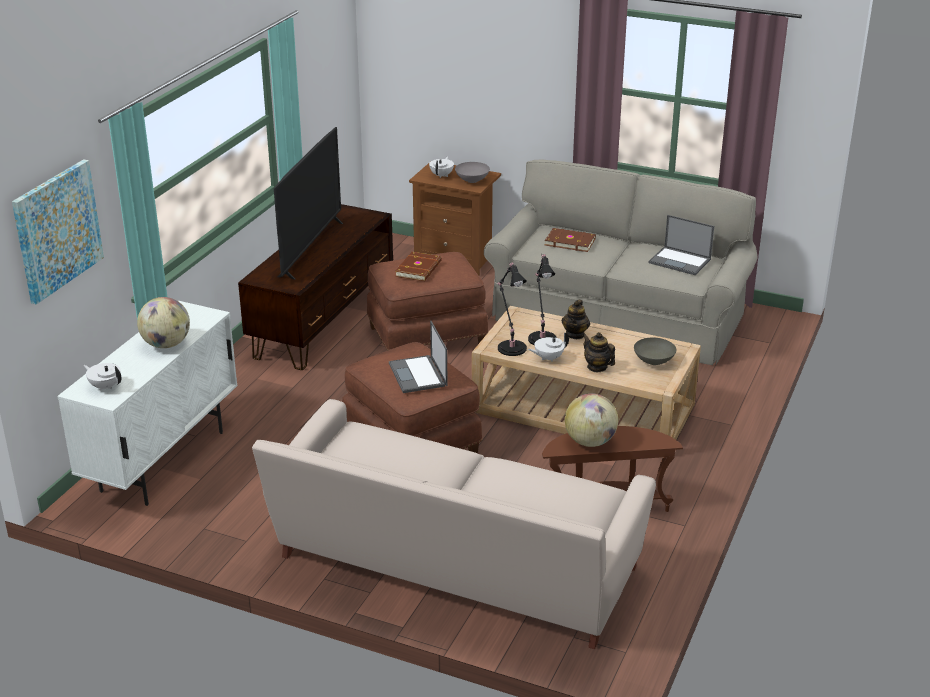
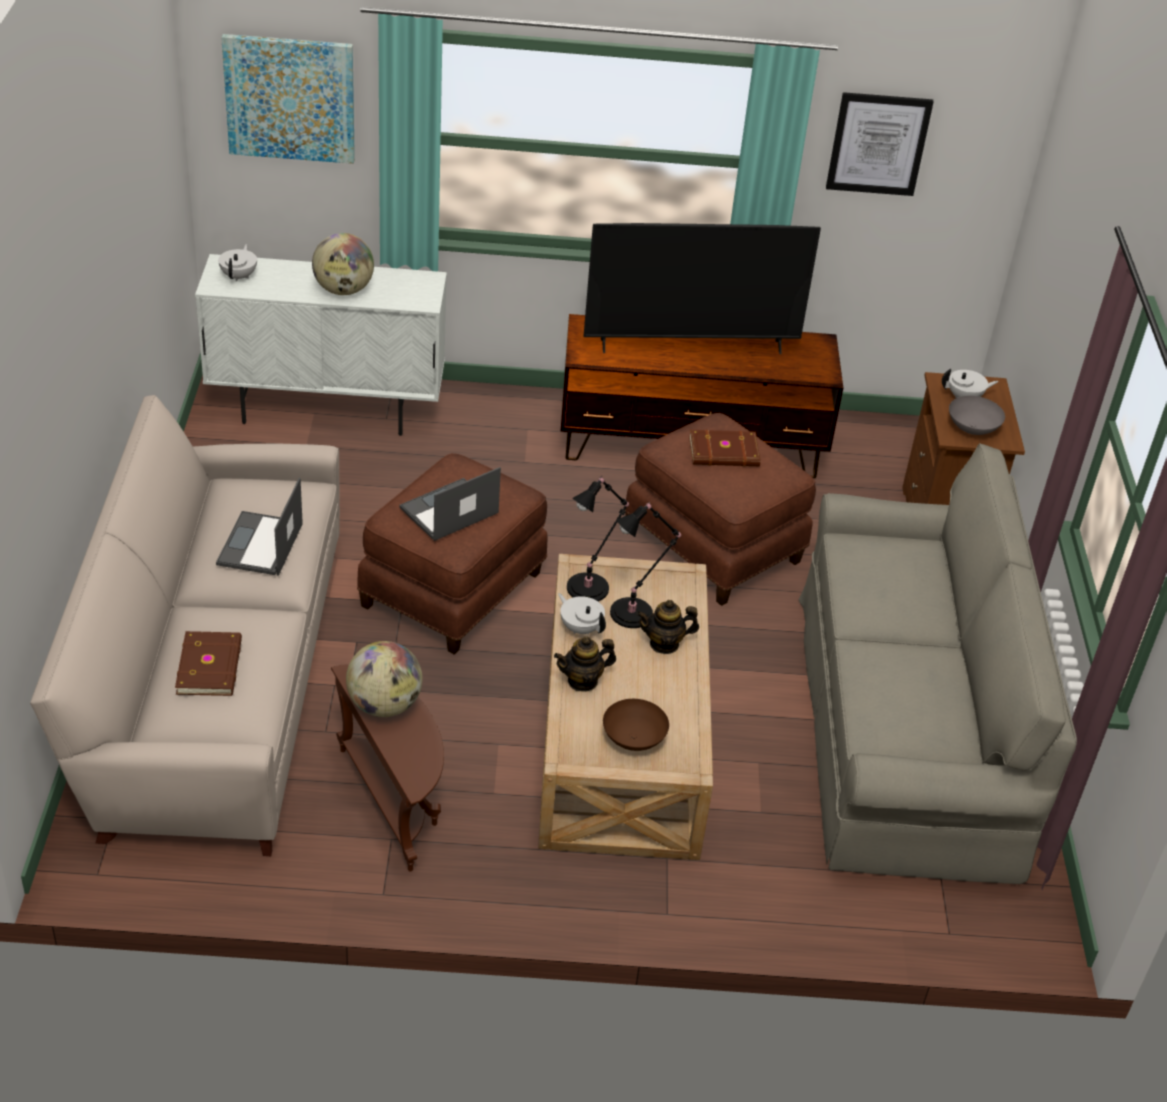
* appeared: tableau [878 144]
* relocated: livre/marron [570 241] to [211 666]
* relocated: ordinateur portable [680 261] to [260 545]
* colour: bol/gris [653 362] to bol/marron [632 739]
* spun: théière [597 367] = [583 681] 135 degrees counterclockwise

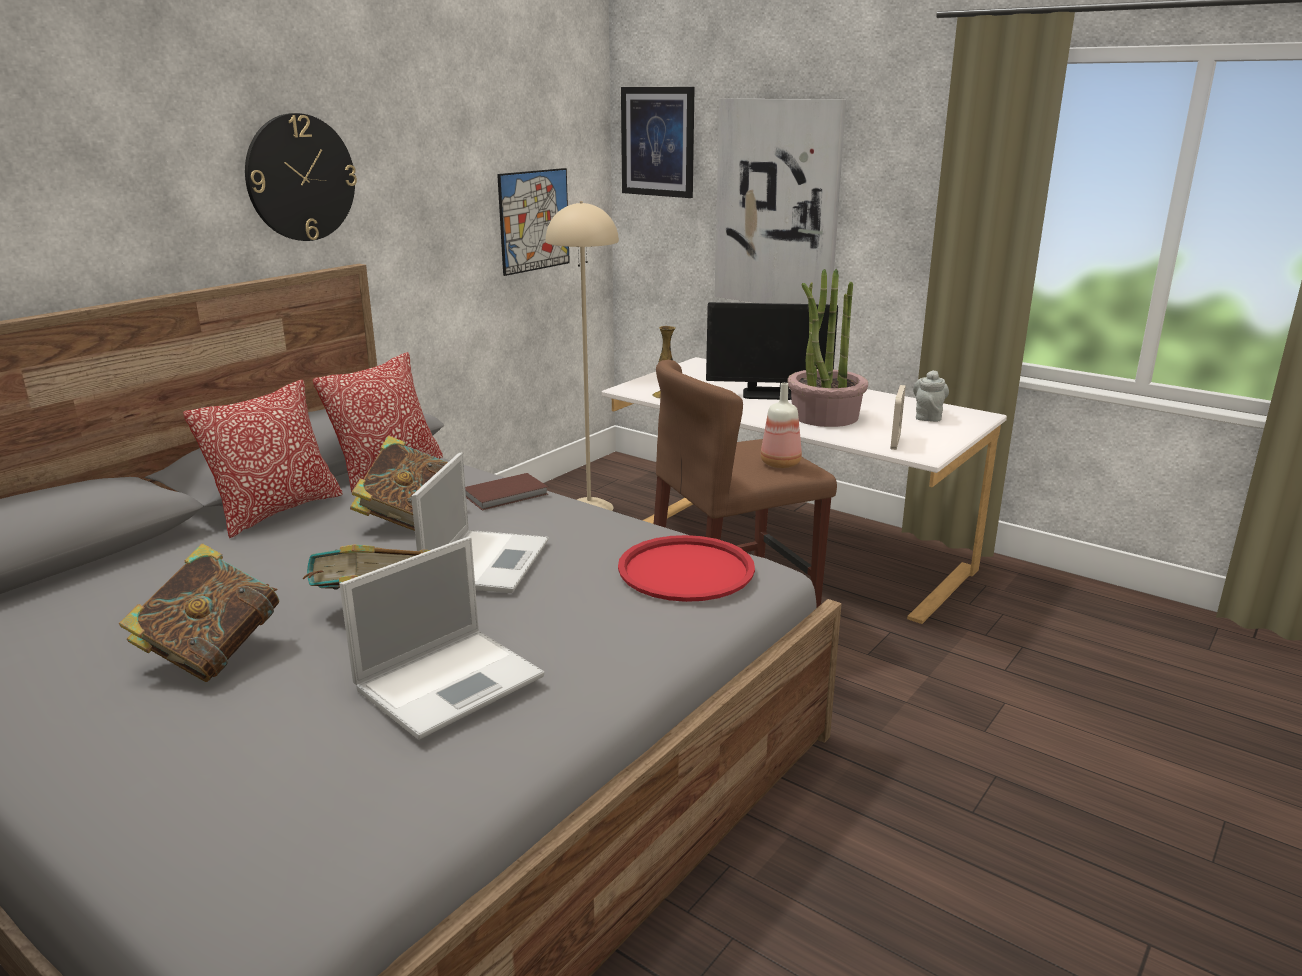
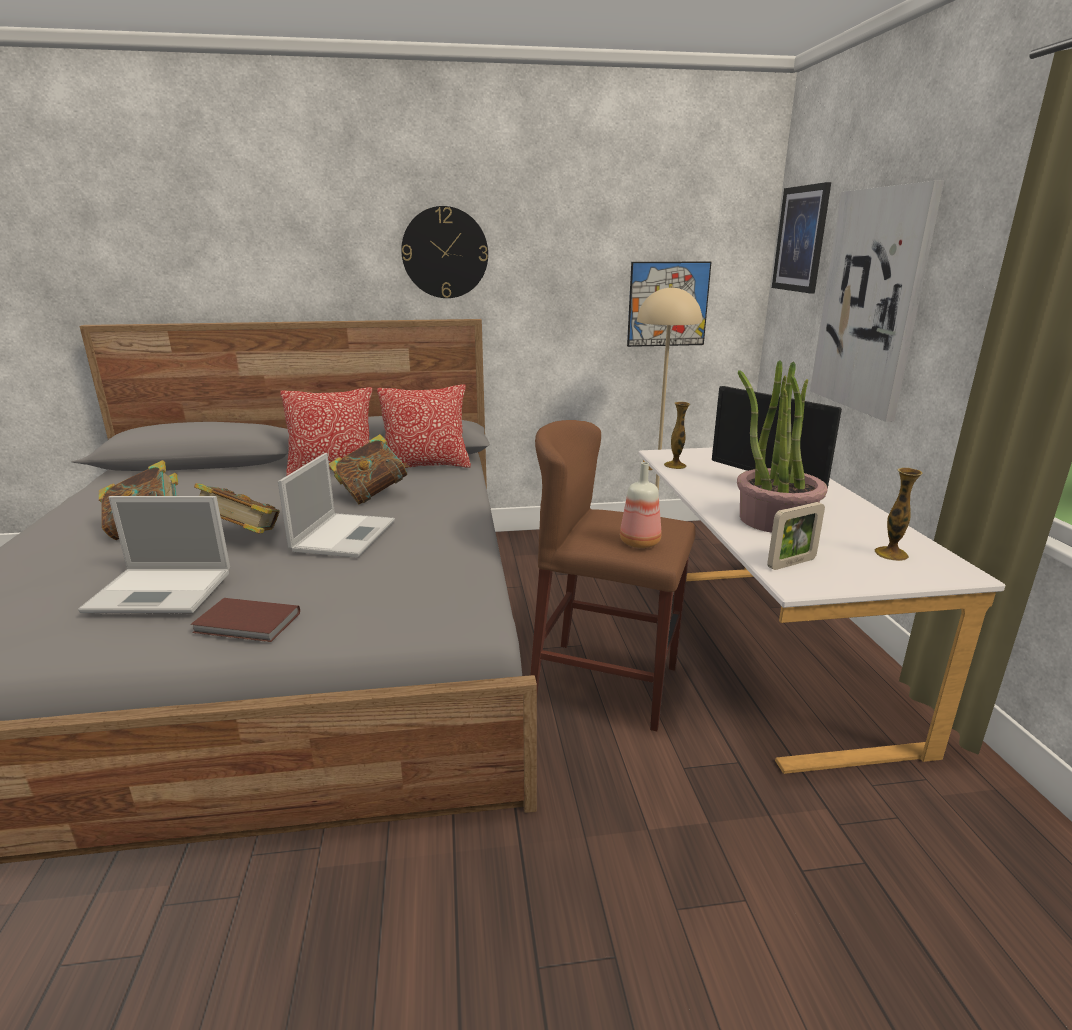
* missing: plateau/rouge [686 570]
* relocated: livre/marron [507 495] to [247 624]
* exchanged: théière/gris [928 416] to vase [891 554]
* spun: ordinateur portable [487 561] = [344 535] 45 degrees counterclockwise

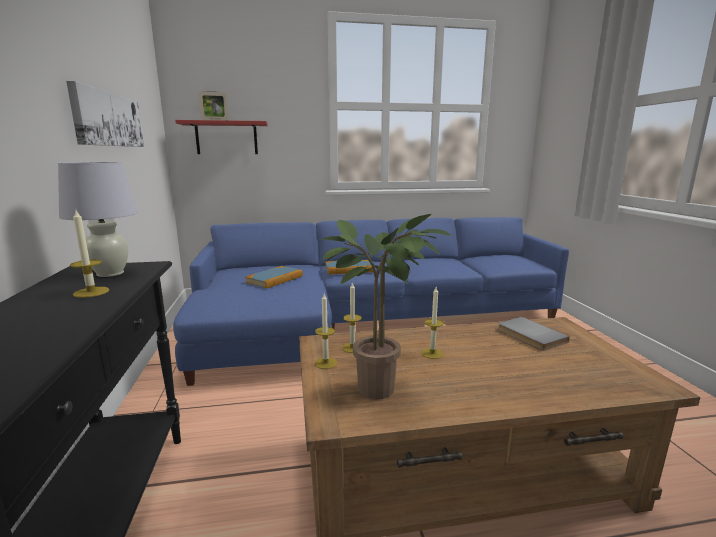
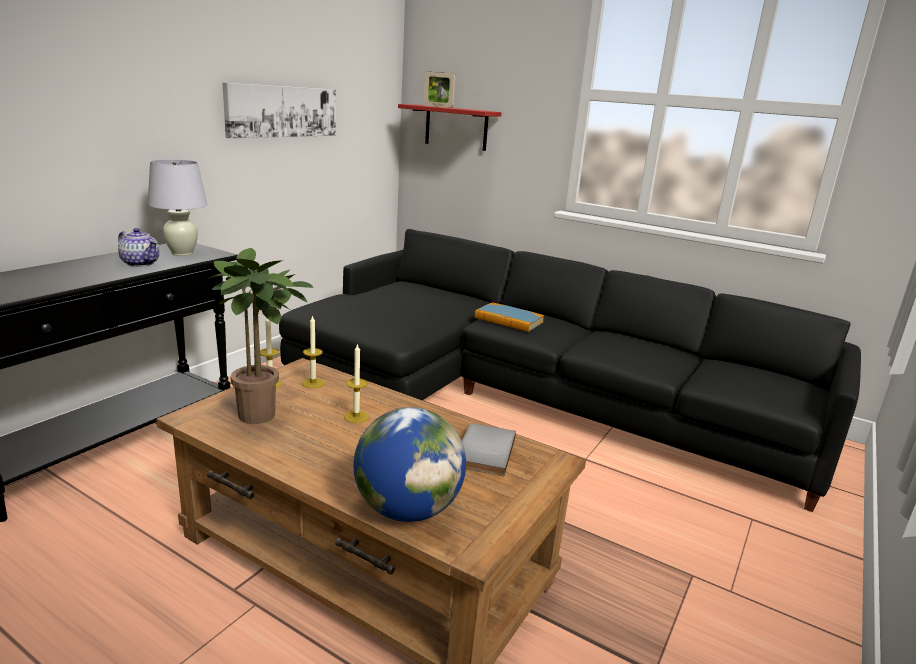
* missing: livre [275 279]
* appeared: globe [407 510]
* exchanged: bougie [91 292] to théière [140 263]
* colour: canapé/bleu [364 322] to canapé/noir [526 396]

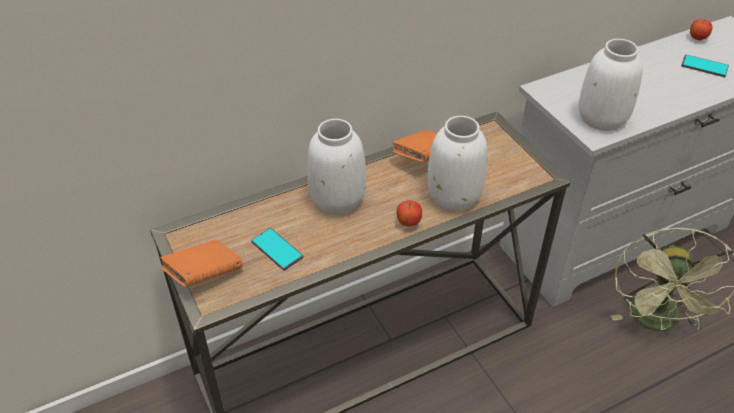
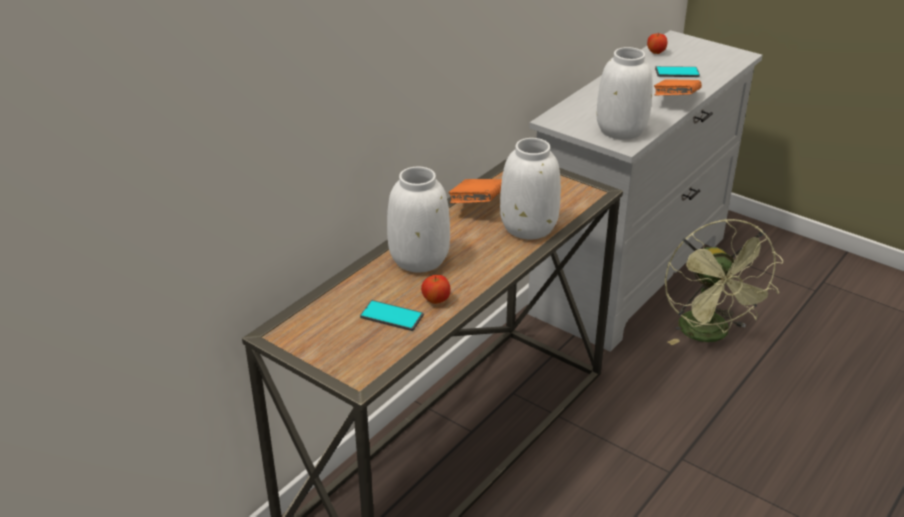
* relocated: livre/orange [204 274] to [675 100]
* relocated: pomme [408 222] to [436 301]

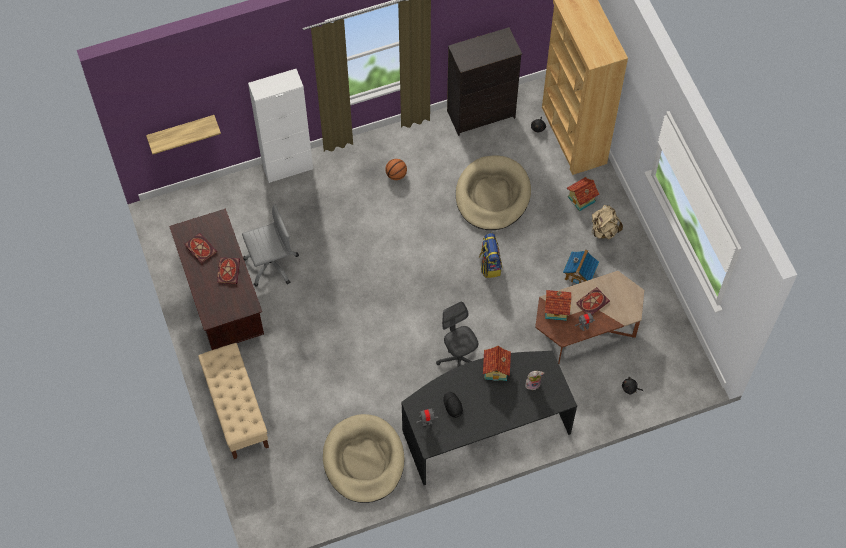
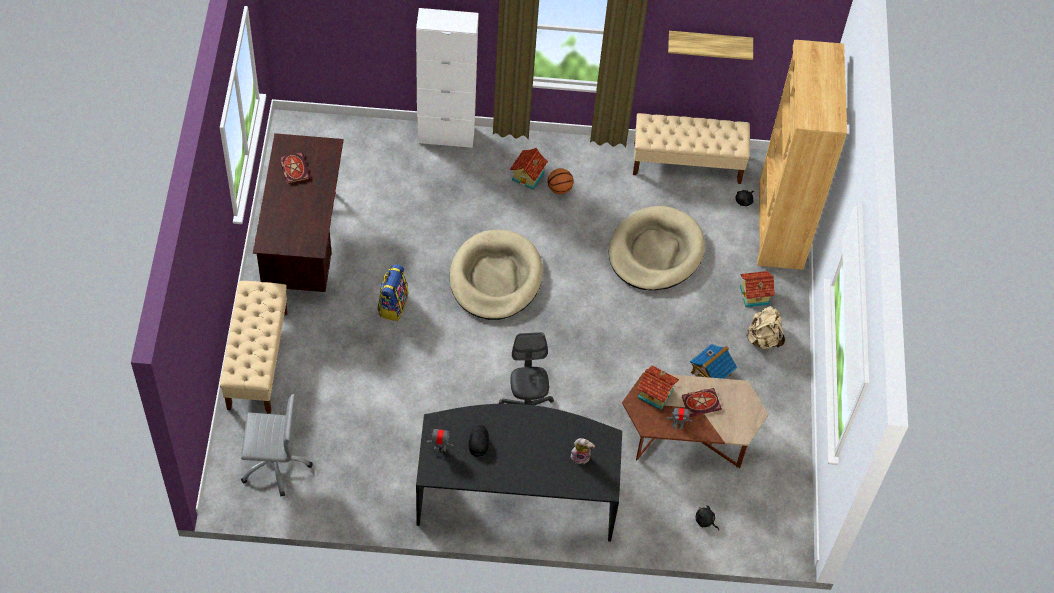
* missing: livre [228 270]
* relocated: étagère [181 131] to [709 42]
* relocated: chaise de bureau/gris [271 264] to [275 463]
* relocated: panier pour chien/beige [364 460] to [495 278]
* relocated: sac à dos [489 265] to [393 305]
* relocated: maison miniature [497 369] to [529 176]
* exchanged: commode/noir [481 114] to banc/beige [687 163]

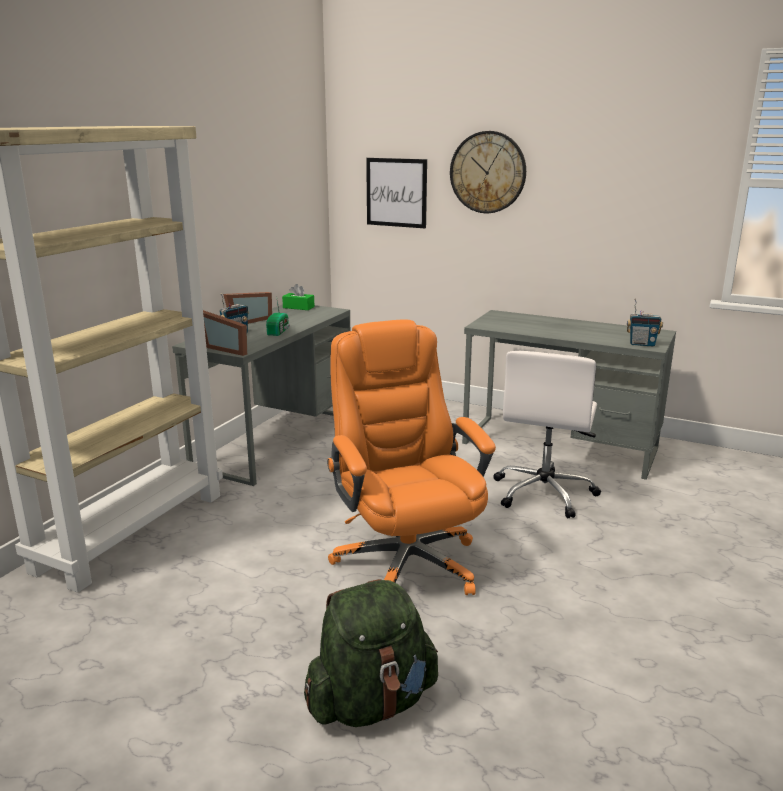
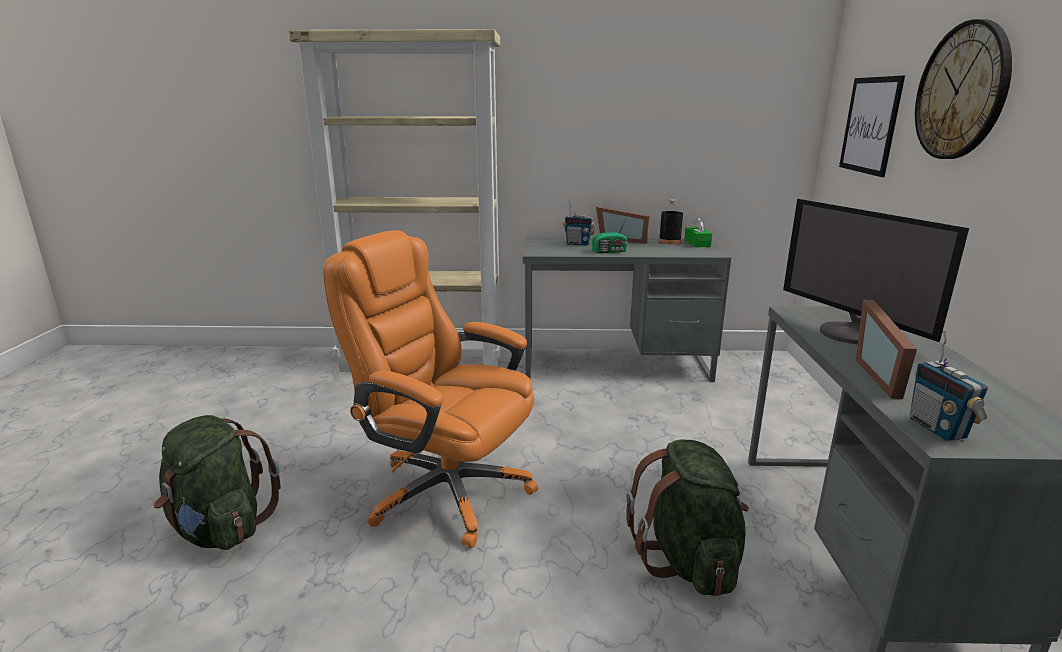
* appeared: bouteille/noir [669 242]
* appeared: écran d'ordinateur [851 334]
* relocated: cadre photo [227 349] to [885 376]
* exchanged: chaise de bureau/blanc [544 493] to sac à dos/vert [688 560]
* spun: chaise de bureau/orange [406 562] = [446 490] 105 degrees counterclockwise

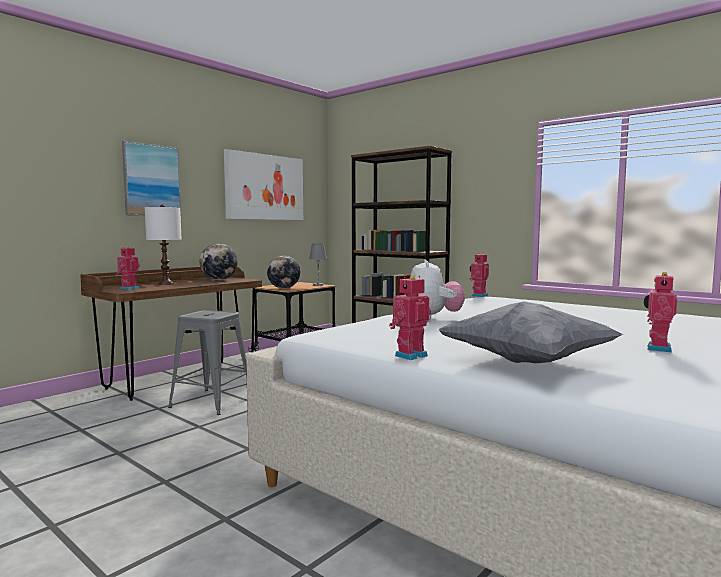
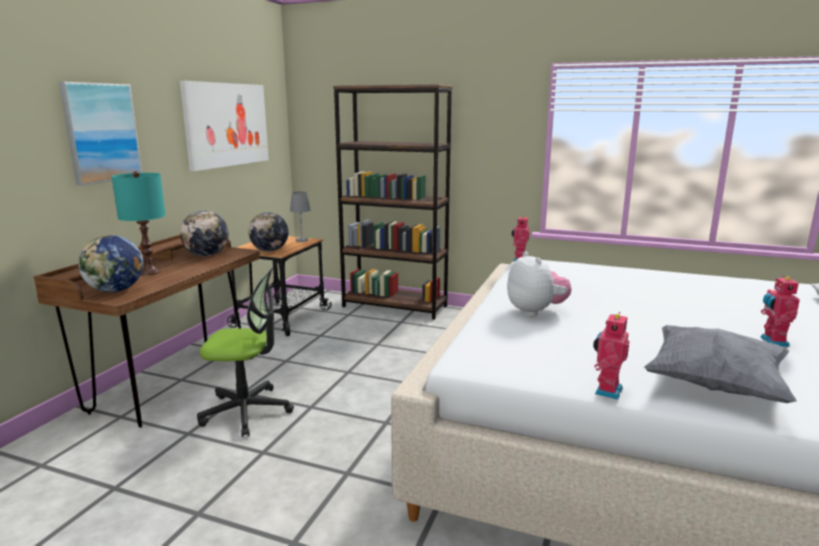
* exchanged: robot jouet [128 288] to globe [116 290]
* exchanged: tabouret/gris [212 401] to chaise de bureau [247 411]
* colour: lampe de table/blanc [166 284] to lampe de table/turquoise [150 272]

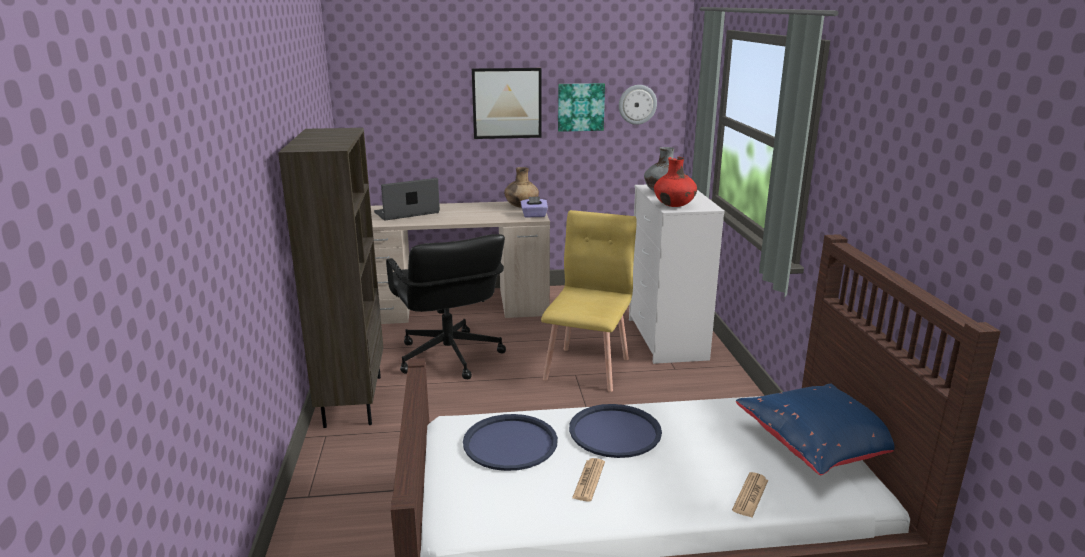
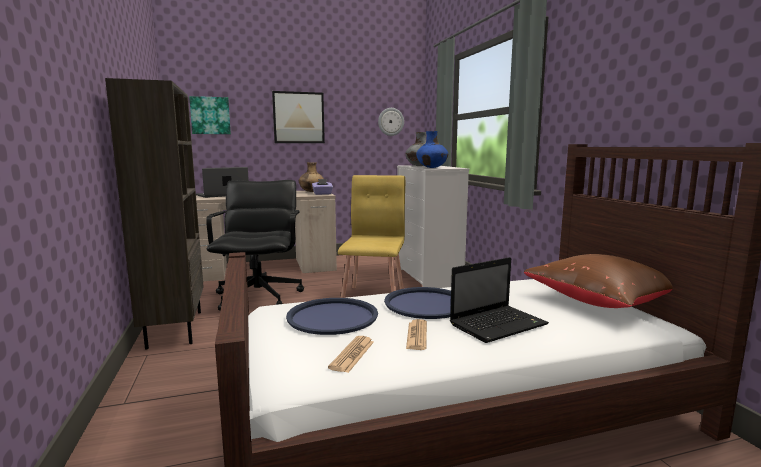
* appeared: ordinateur portable [499 324]
* relocated: tableau [580 107] to [210 115]
* relocated: journal [750 495] to [352 354]
* colour: vase/rouge [674 206] to vase/bleu [432 167]
* colour: coussin/bleu [821 447] to coussin/marron [602 301]
* spun: chaise de bureau/noir [448 357] = [259 297] 150 degrees counterclockwise

